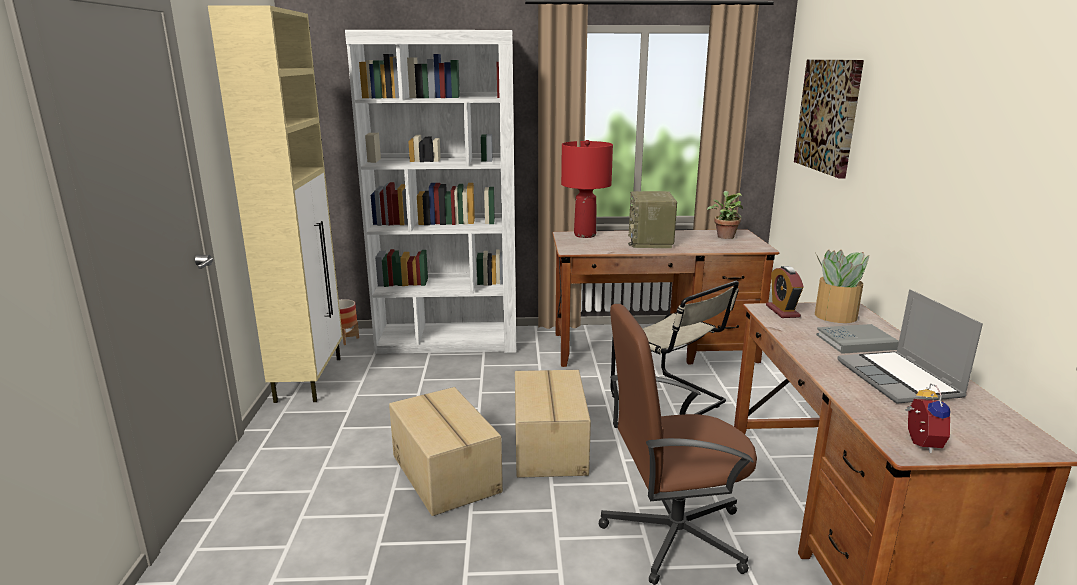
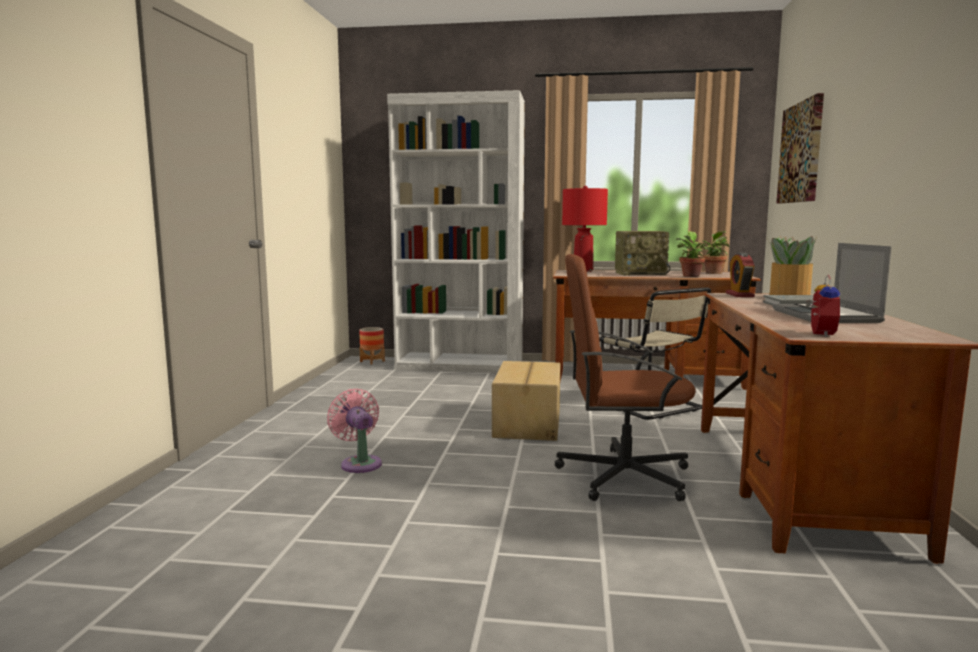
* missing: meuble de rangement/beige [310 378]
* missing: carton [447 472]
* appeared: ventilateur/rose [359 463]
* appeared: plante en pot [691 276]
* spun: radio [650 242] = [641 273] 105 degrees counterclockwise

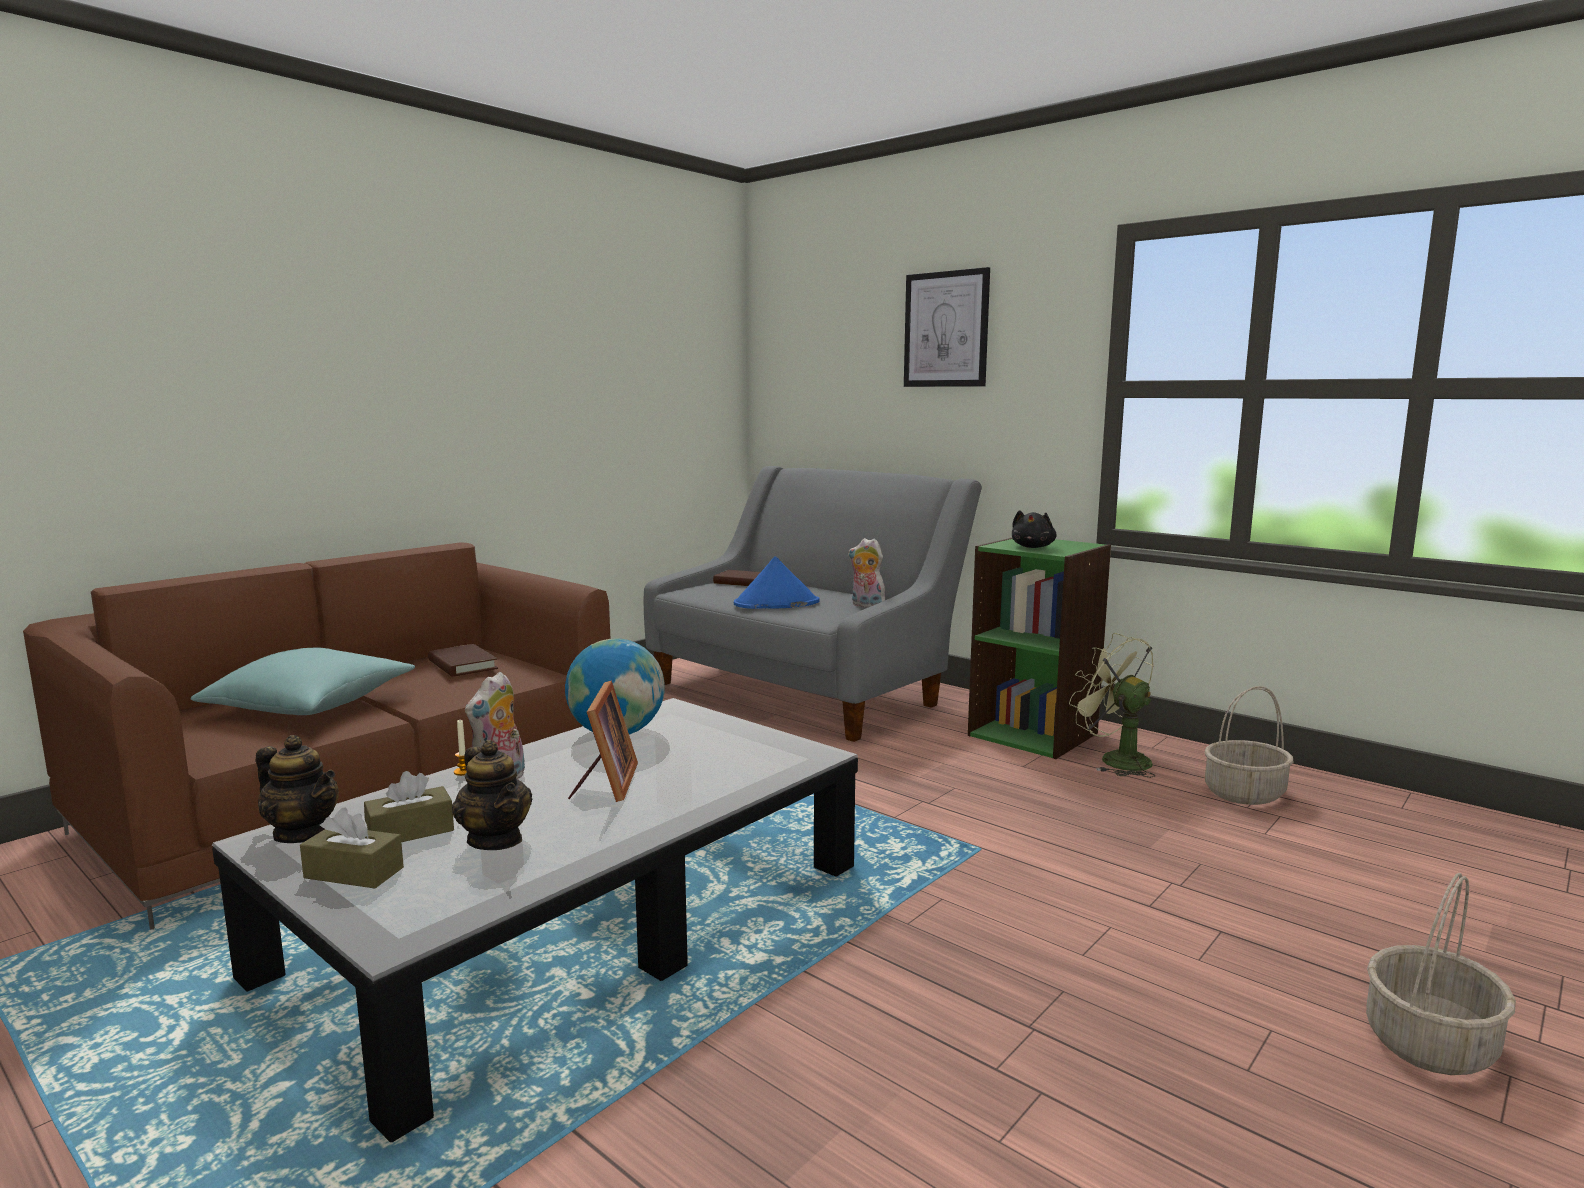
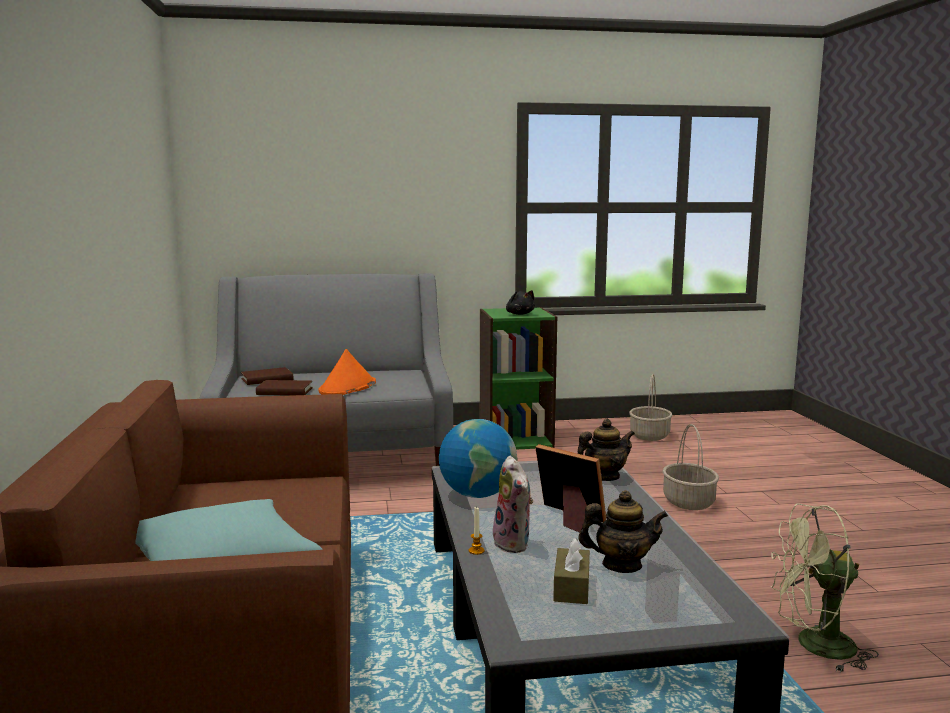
* missing: boîte à mouchoirs/marron [354 873]
* missing: peluche [866 606]
* missing: tableau [946 329]
* relocated: théière [303 833] to [604 477]
* relocated: livre/marron [462 665] to [284 391]
* relocated: ventilateur/vert [1115 760] to [814 646]
* relocated: panier [1429 1042] to [688 501]
* colour: chapeau/bleu [776 603] to chapeau/orange [347 387]

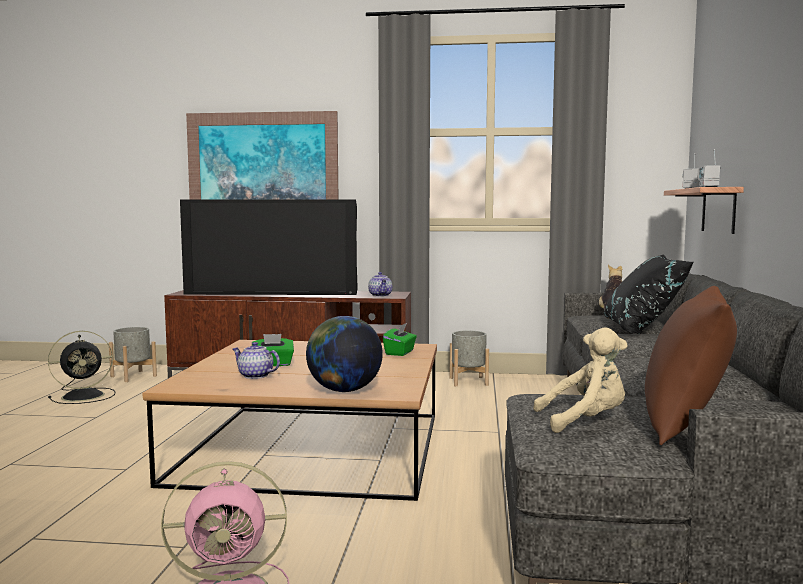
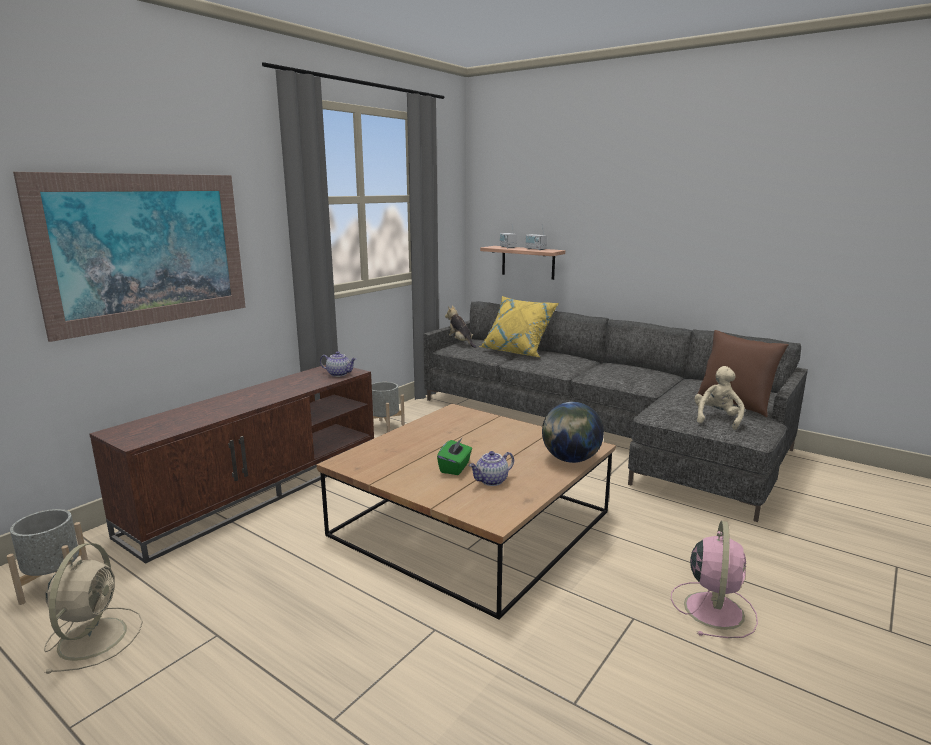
* missing: téléviseur [272 293]
* missing: boîte à mouchoirs/vert [400 352]
* colour: ventilateur/noir [85 396] to ventilateur/beige [94 636]
* colour: coussin/noir [642 329] to coussin/jaune [517 351]

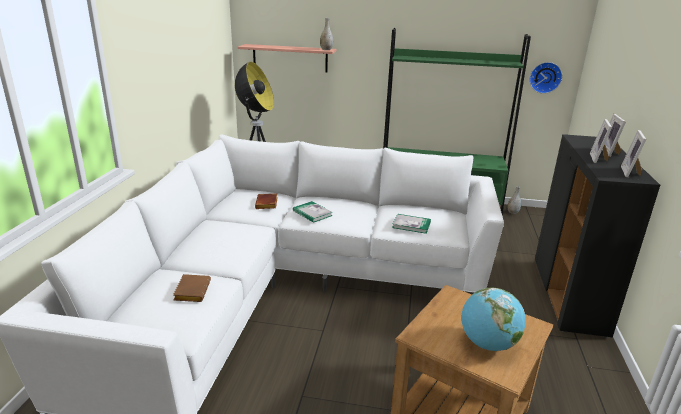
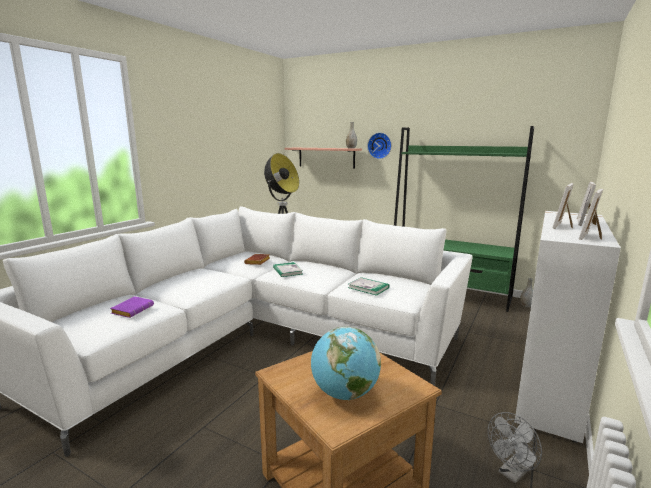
* appeared: ventilateur/gris [512 473]
* relocated: horloge murale [545 77] to [380 145]
* colour: livre/marron [191 291] to livre/violet [132 310]
* colour: meuble de rangement/noir [569 296] to meuble de rangement/blanc [549 391]

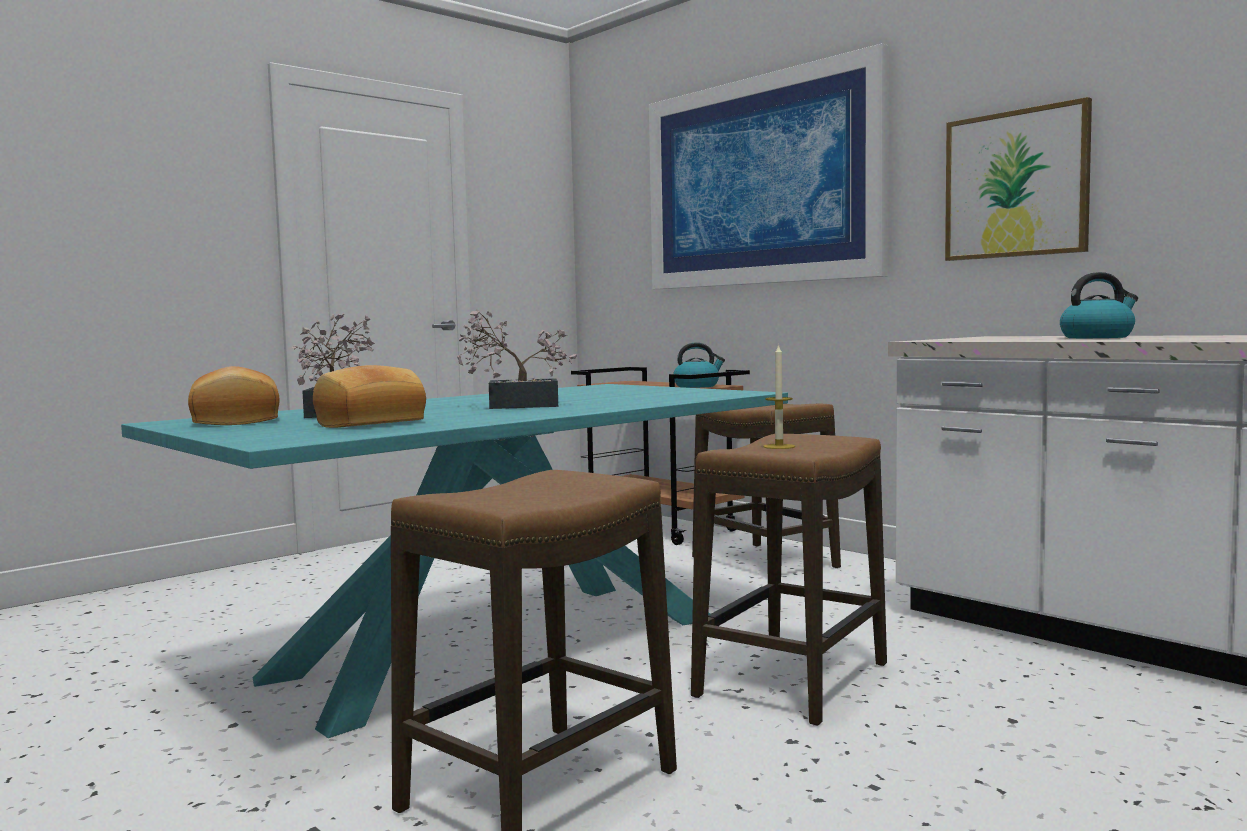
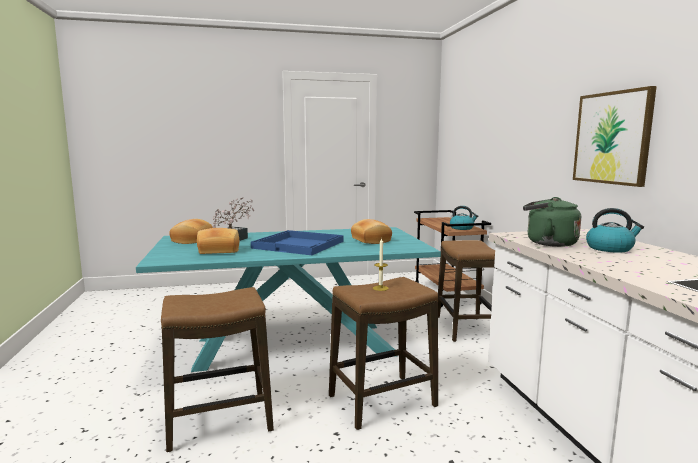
* missing: tableau [760 182]
* appeared: pain [370 240]
* appeared: bouilloire/vert [547 243]
* exchanged: plante en pot [514 406] to plateau/bleu [299 244]

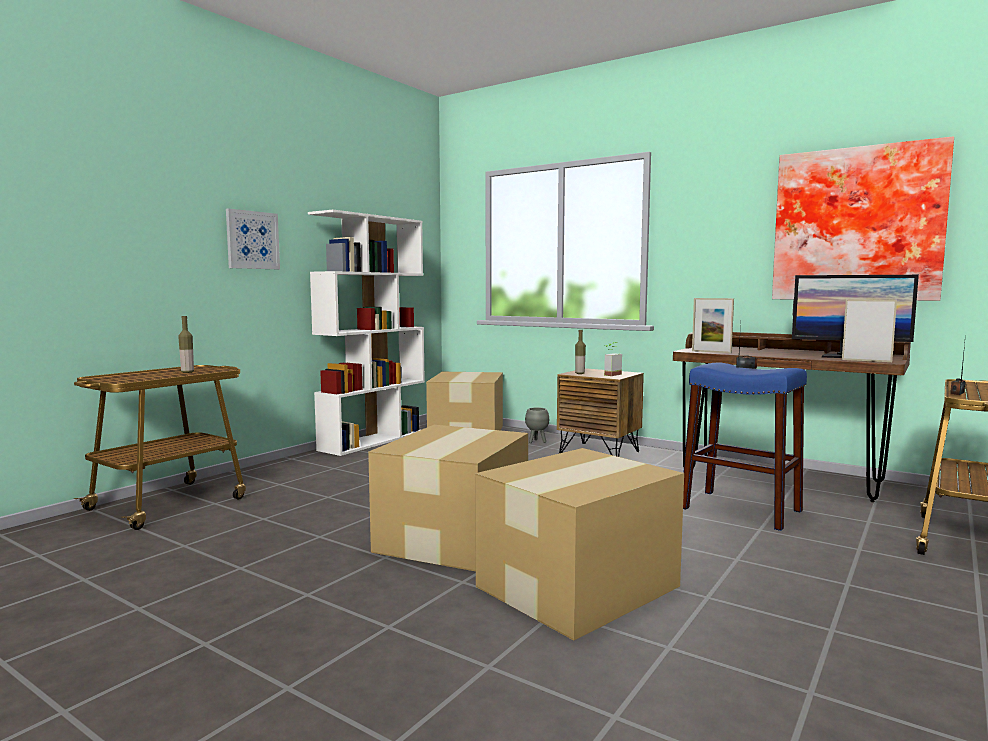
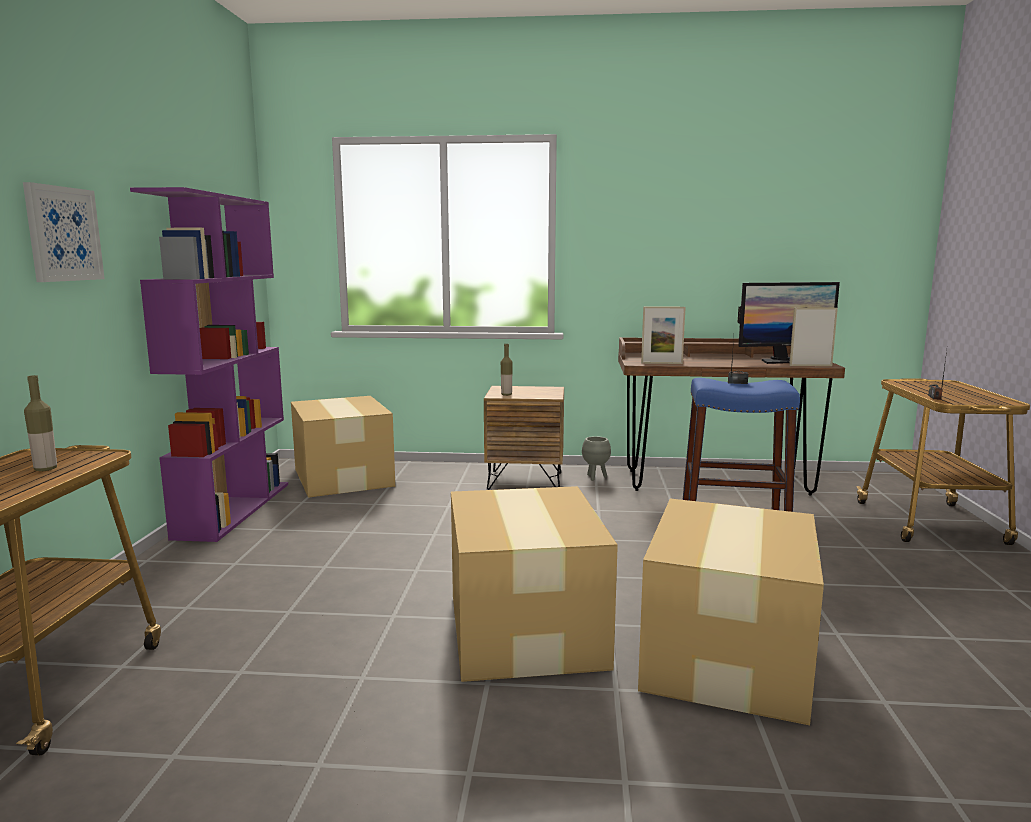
* missing: plante en pot [609 374]
* missing: tableau [857 225]
* relocated: cache-pot/gris [537 442] to [595 477]
* colour: bibliothèque/blanc [373 440] to bibliothèque/violet [234 509]

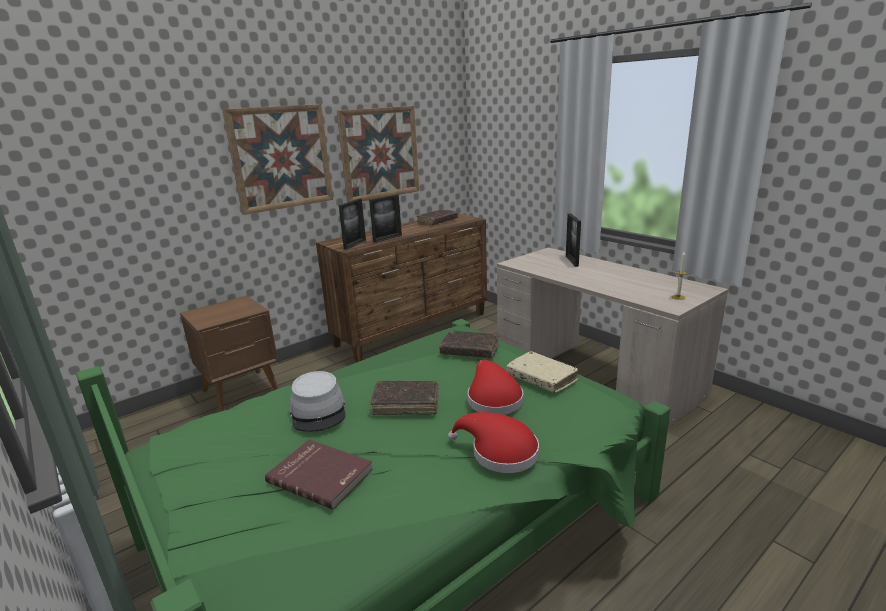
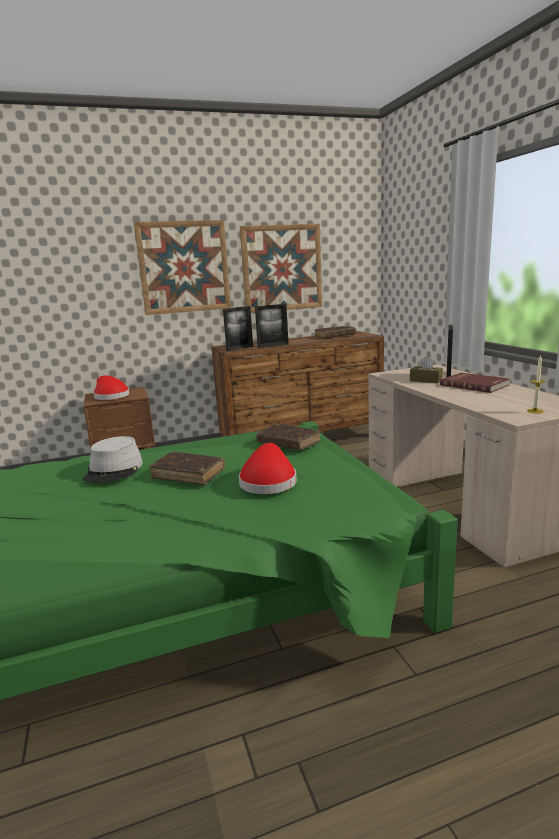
* missing: livre/beige [541 378]
* appeared: boîte à mouchoirs/marron [425 380]
* relocated: livre/rouge [321 475] to [475 385]
* relocated: chapeau/rouge [499 452] to [110 396]

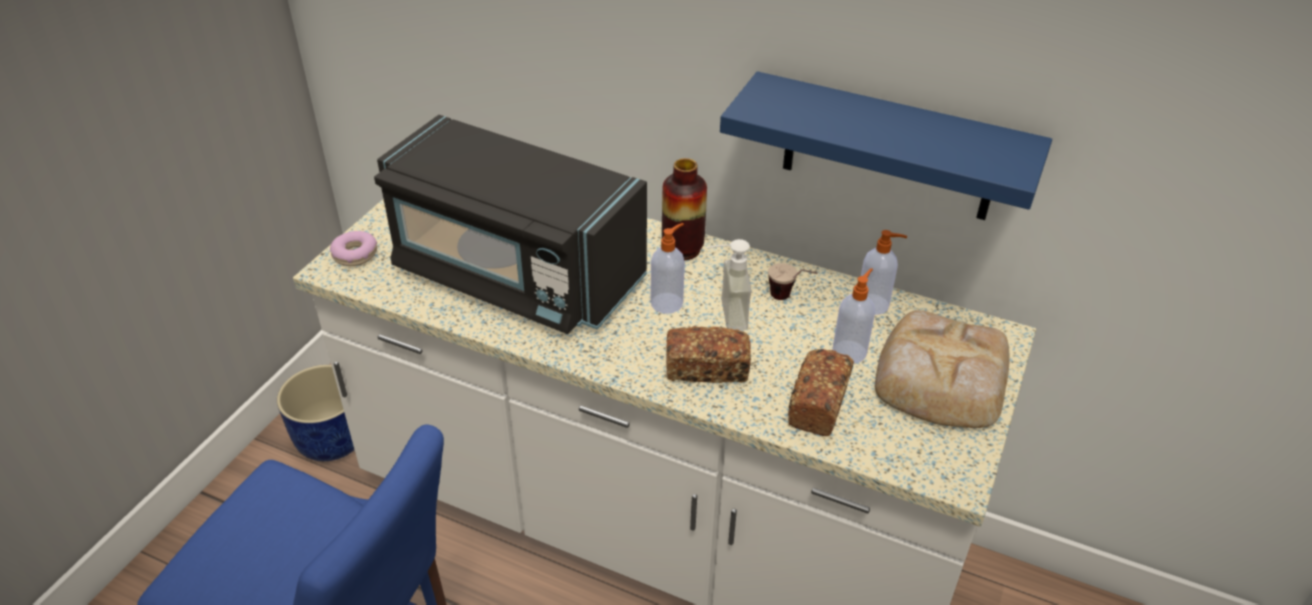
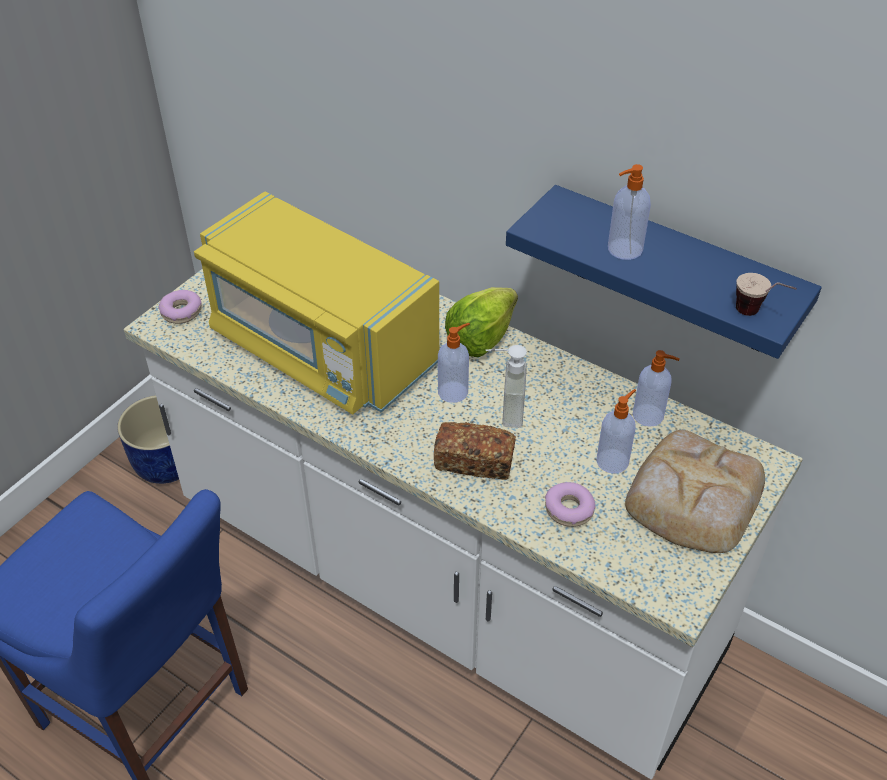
* appeared: distributeur de savon [623 249]
* relocated: tasse [790 299] to [758 316]
* exchanged: vase [682 249] to laitue [480 338]
* exchanged: pain [818 404] to beignet [569 509]
* colour: micro-ondes/noir [515 274] to micro-ondes/jaune [320 347]

